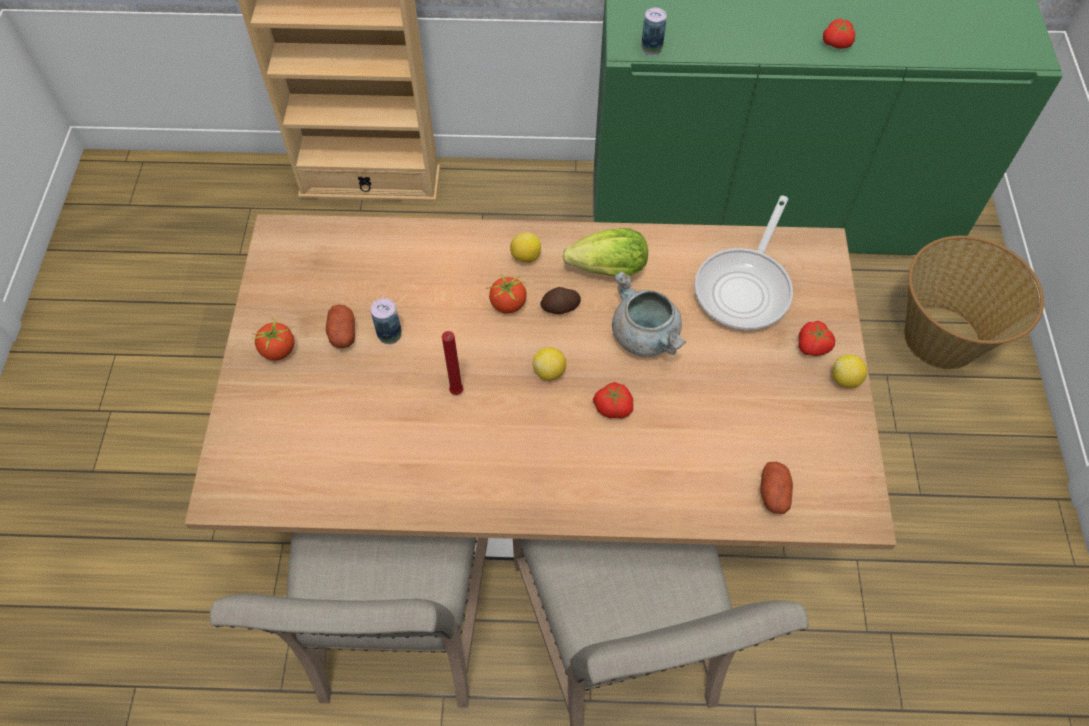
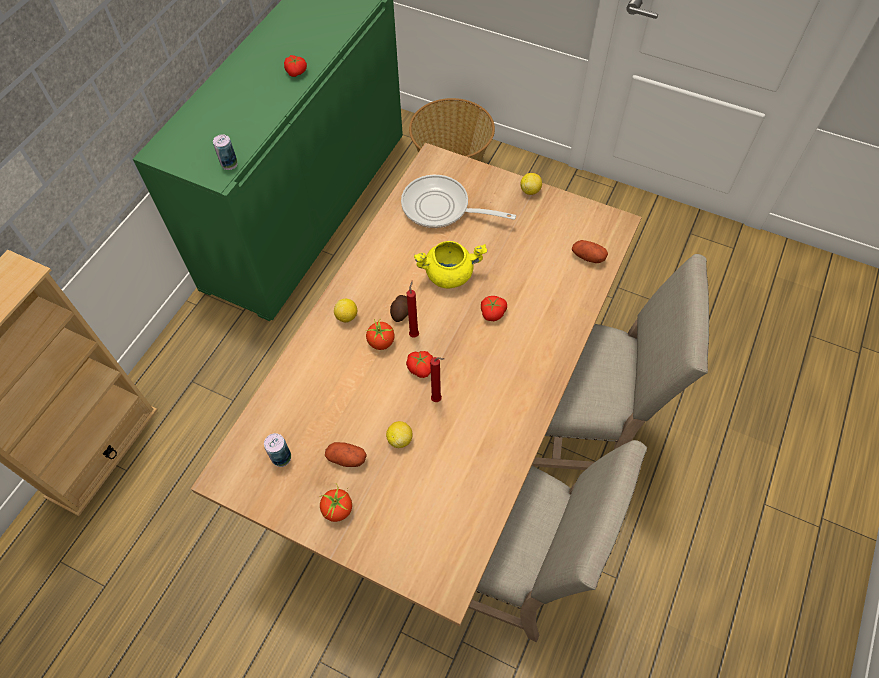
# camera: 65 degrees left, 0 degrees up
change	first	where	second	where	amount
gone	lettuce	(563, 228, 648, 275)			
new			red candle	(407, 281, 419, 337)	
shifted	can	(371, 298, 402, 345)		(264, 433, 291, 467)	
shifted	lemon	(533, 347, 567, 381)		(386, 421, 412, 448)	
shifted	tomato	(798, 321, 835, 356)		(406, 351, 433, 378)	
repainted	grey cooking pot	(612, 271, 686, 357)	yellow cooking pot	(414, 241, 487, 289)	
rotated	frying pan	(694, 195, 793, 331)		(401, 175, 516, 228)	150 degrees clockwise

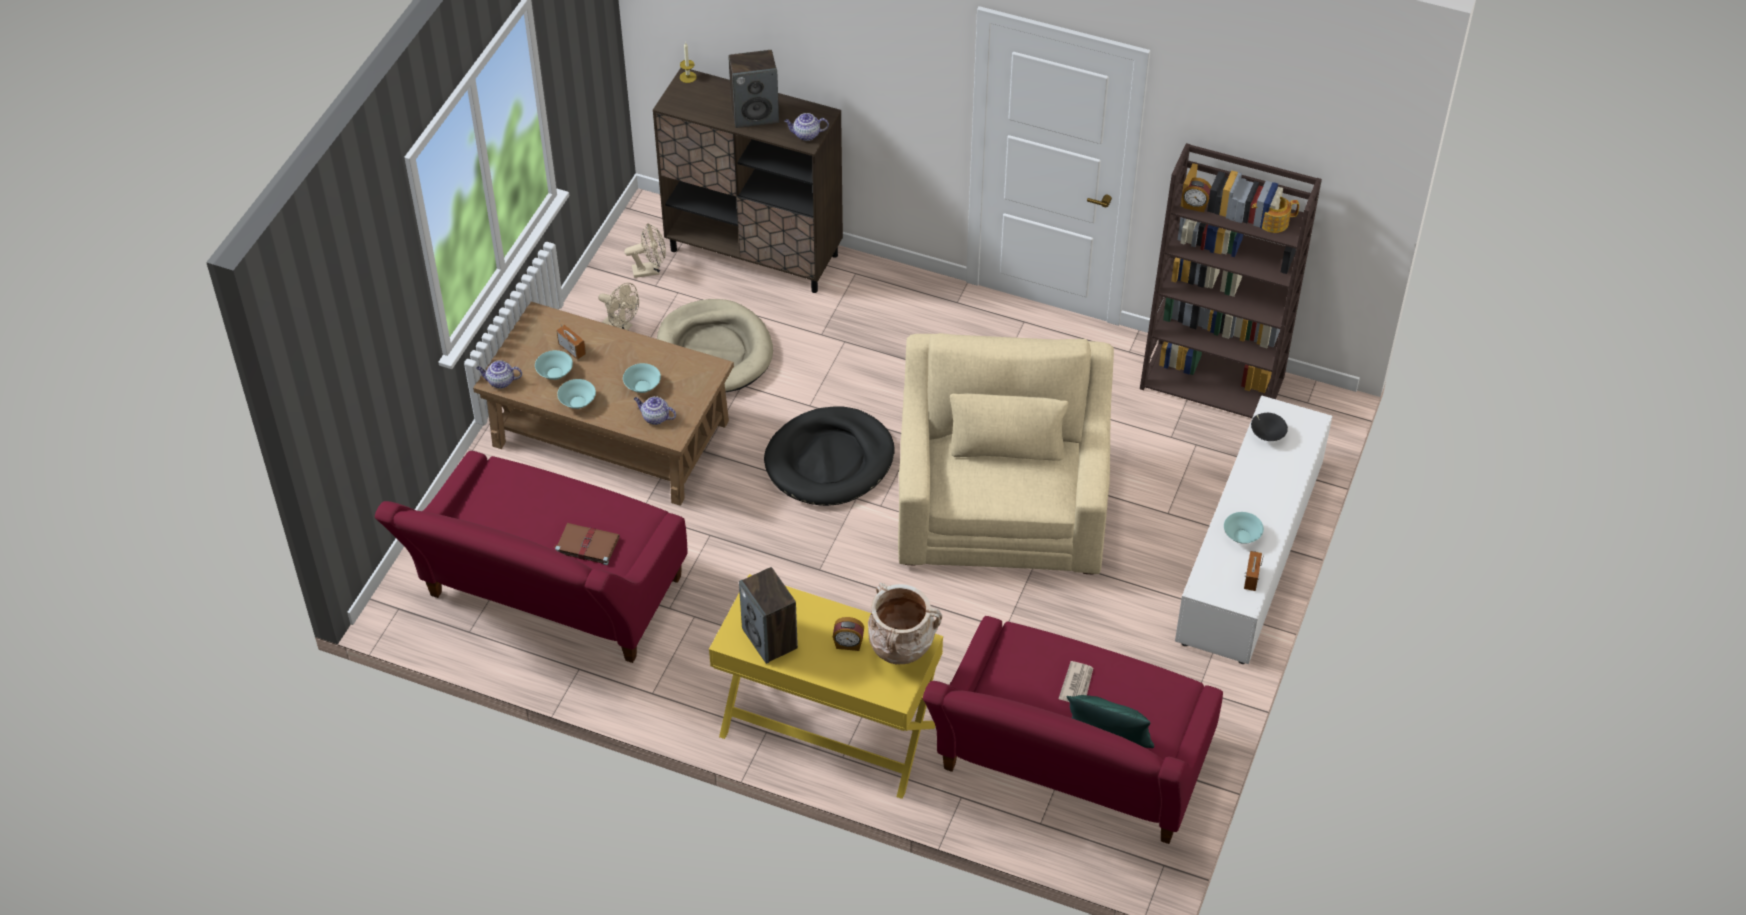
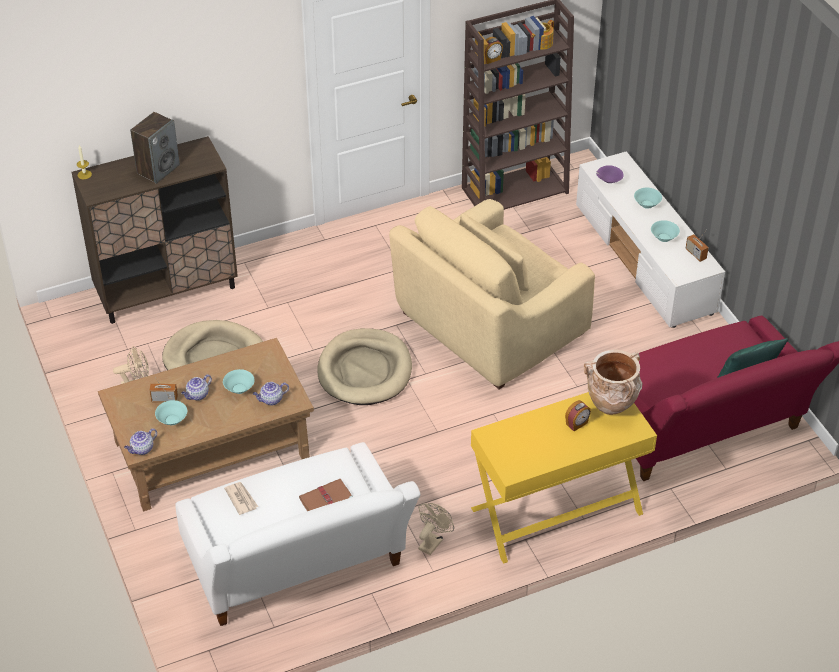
# camera: 45 degrees left, 5 degrees down
change	first	where	second	where	amount
gone	speaker	(739, 567, 798, 664)			
shifted	turquoise bowl	(557, 379, 596, 409)		(634, 188, 662, 209)	
shifted	beige fan	(624, 223, 666, 278)		(418, 503, 454, 555)	
shifted	teapot	(784, 113, 829, 141)		(181, 374, 212, 401)	
shifted	newspaper	(1058, 661, 1093, 702)		(224, 482, 258, 515)	
repainted	red sofa	(375, 451, 688, 663)	white sofa	(175, 442, 420, 626)	
repainted	black dog bed	(764, 406, 894, 506)	beige dog bed	(317, 328, 412, 405)	
repainted	black bowl	(1251, 413, 1288, 441)	purple bowl	(596, 165, 624, 183)	
rotated	beige armchair	(898, 333, 1114, 574)		(389, 199, 595, 390)	90 degrees counterclockwise

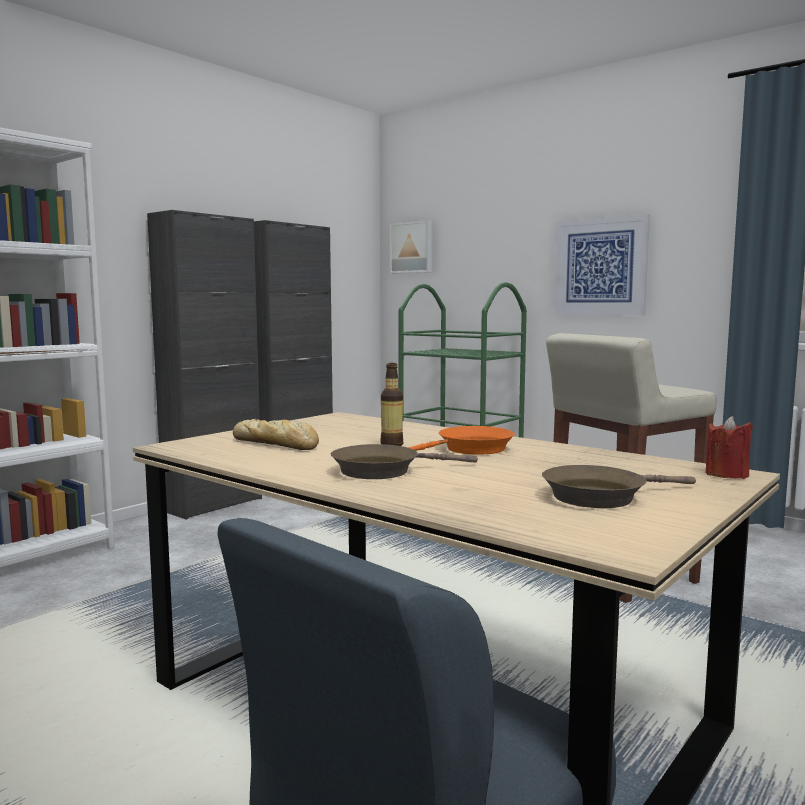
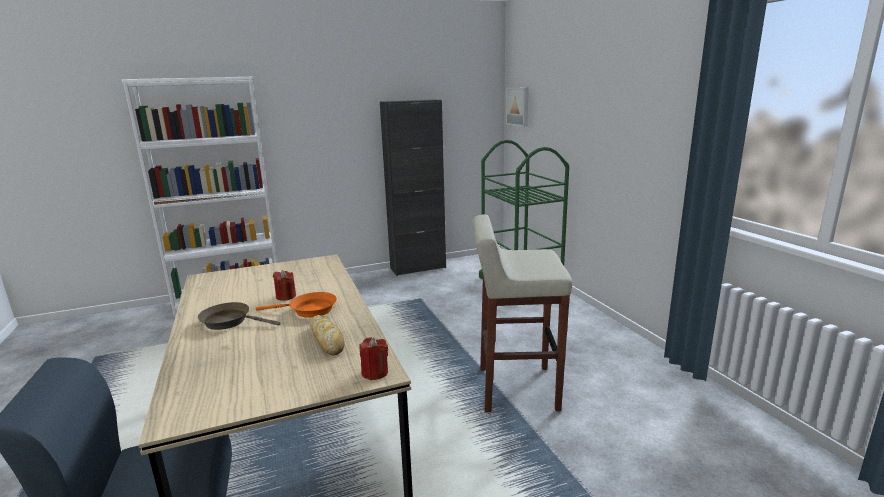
# camera: 30 degrees right, 10 degrees up
change	first	where	second	where	amount
gone	black cabinet	(147, 210, 262, 520)			
gone	brown frying pan	(542, 465, 696, 508)			
gone	picture	(553, 214, 650, 316)			
shifted	bread	(233, 419, 319, 450)		(310, 315, 345, 355)	
swapped	bottle	(380, 363, 403, 446)	red candle	(273, 270, 296, 301)	

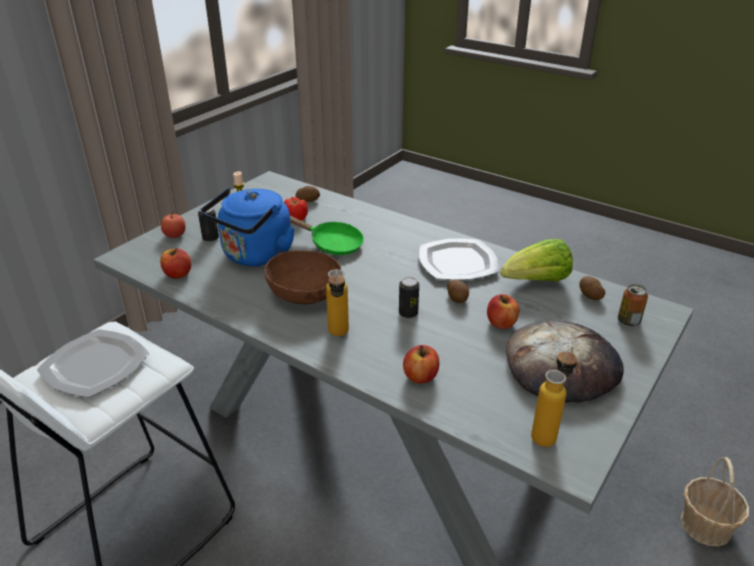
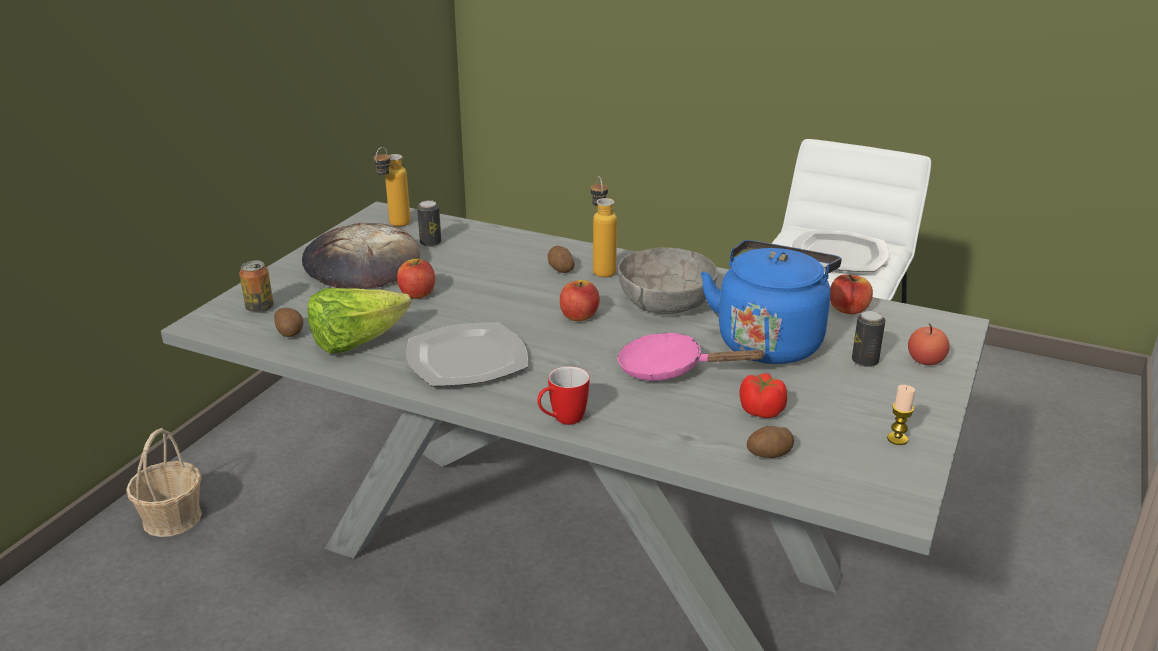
# camera: 170 degrees right, 5 degrees down
change	first	where	second	where	amount
new			mug	(537, 366, 590, 425)	
shifted	can	(399, 277, 419, 318)		(417, 200, 441, 247)	
shifted	apple	(403, 345, 439, 384)		(560, 280, 600, 321)	
shifted	potato	(447, 279, 469, 303)		(548, 246, 575, 273)	
repainted	brown bowl	(264, 250, 341, 305)	grey bowl	(618, 247, 718, 314)	
repainted	green frying pan	(290, 216, 364, 255)	pink frying pan	(617, 332, 767, 381)	

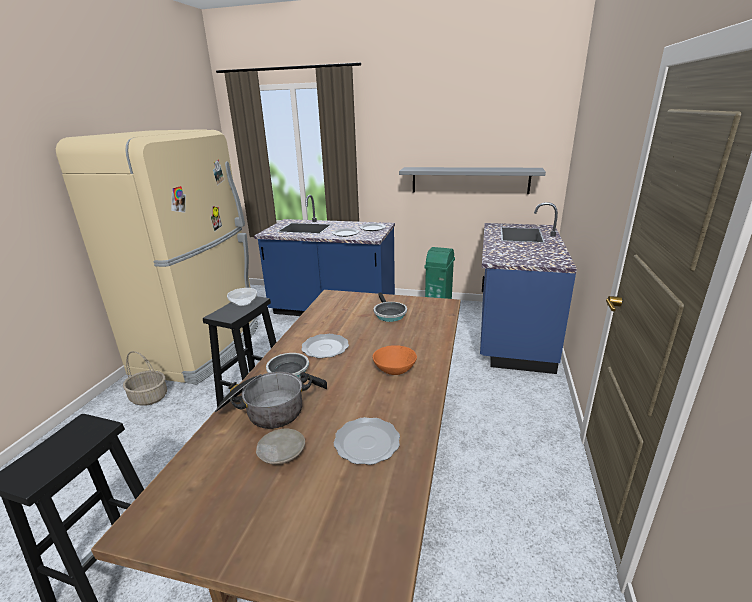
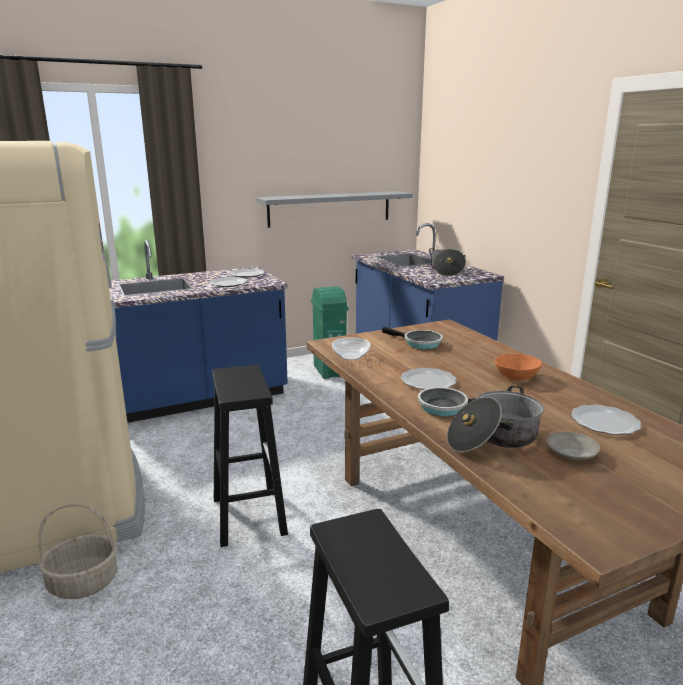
# camera: 40 degrees left, 5 degrees down
change	first	where	second	where	amount
new			cooking pot	(429, 248, 466, 276)	
shifted	bowl	(227, 288, 257, 306)		(332, 337, 371, 360)	

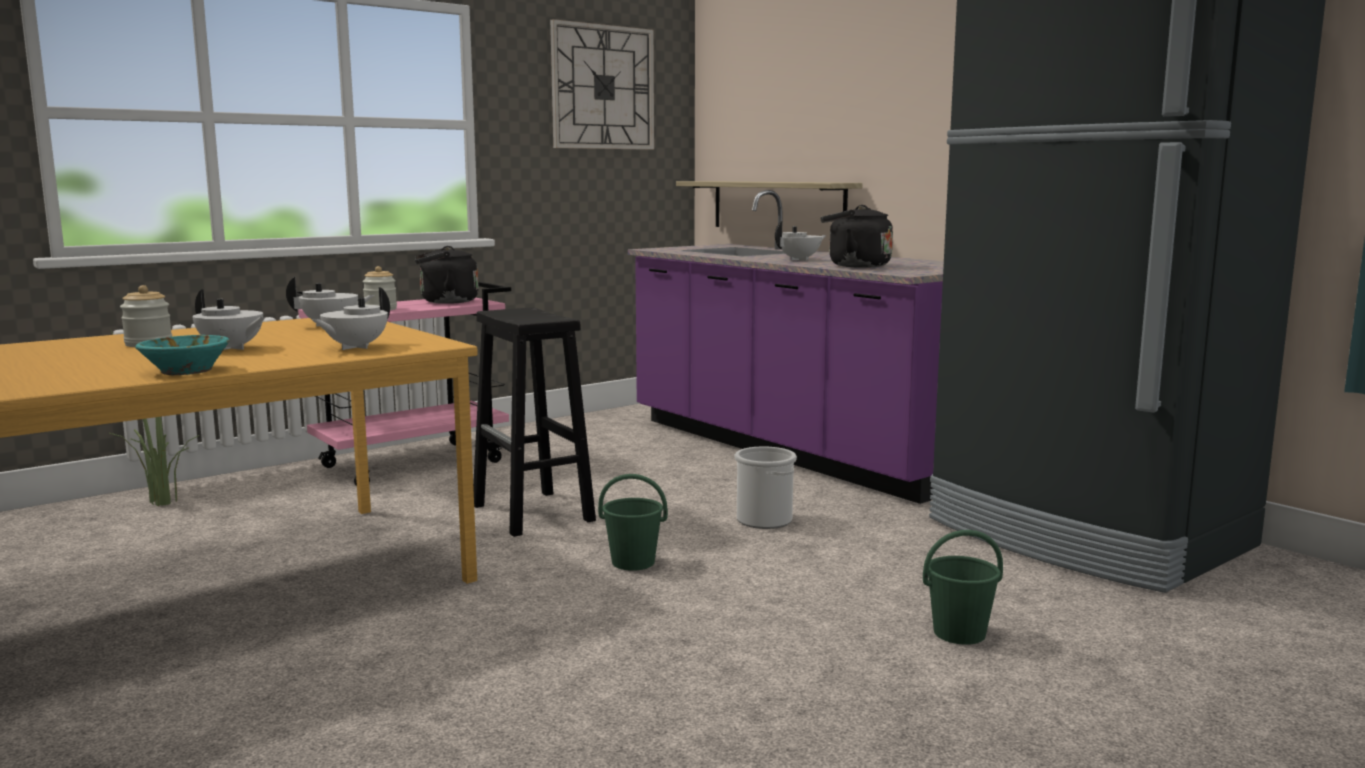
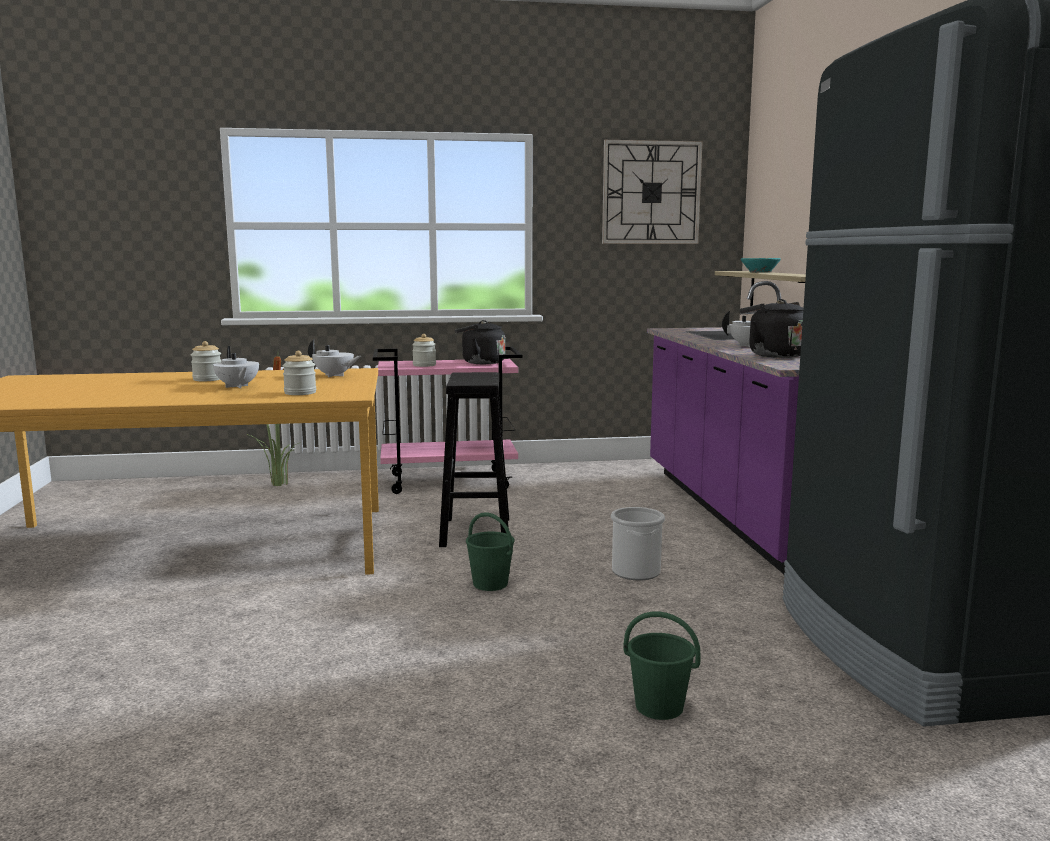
# camera: 30 degrees right, 0 degrees up
change	first	where	second	where	amount
shifted	turquoise bowl	(135, 335, 230, 375)		(741, 258, 781, 273)	
swapped	white teapot	(312, 287, 390, 350)	jar	(283, 351, 316, 395)	

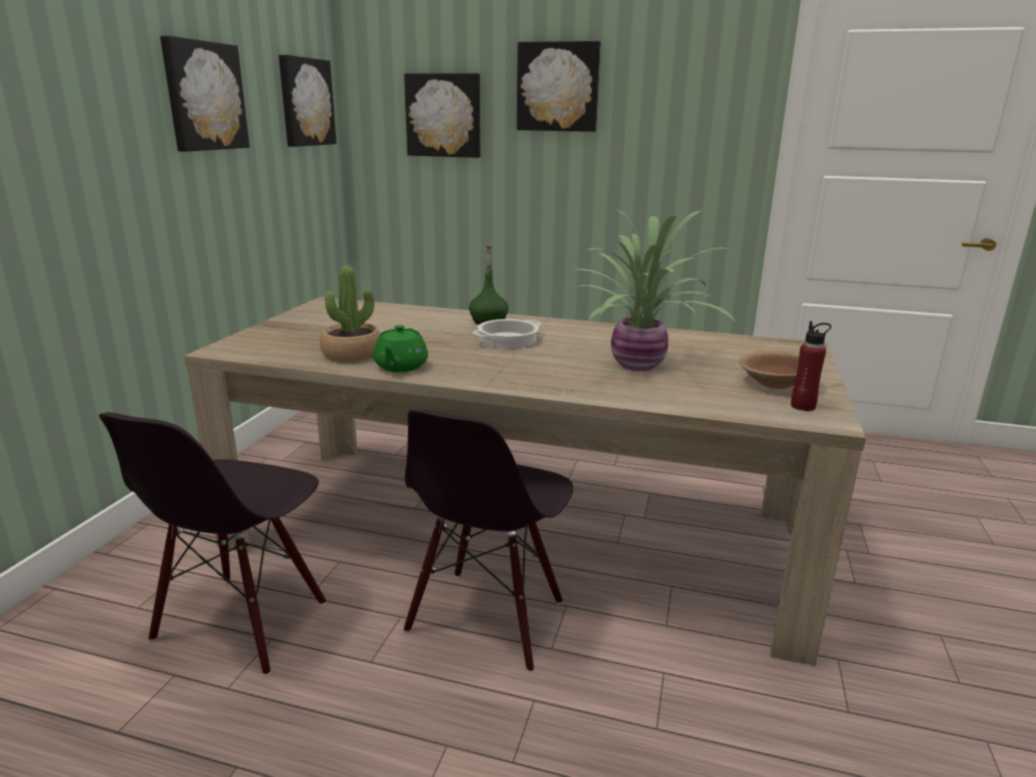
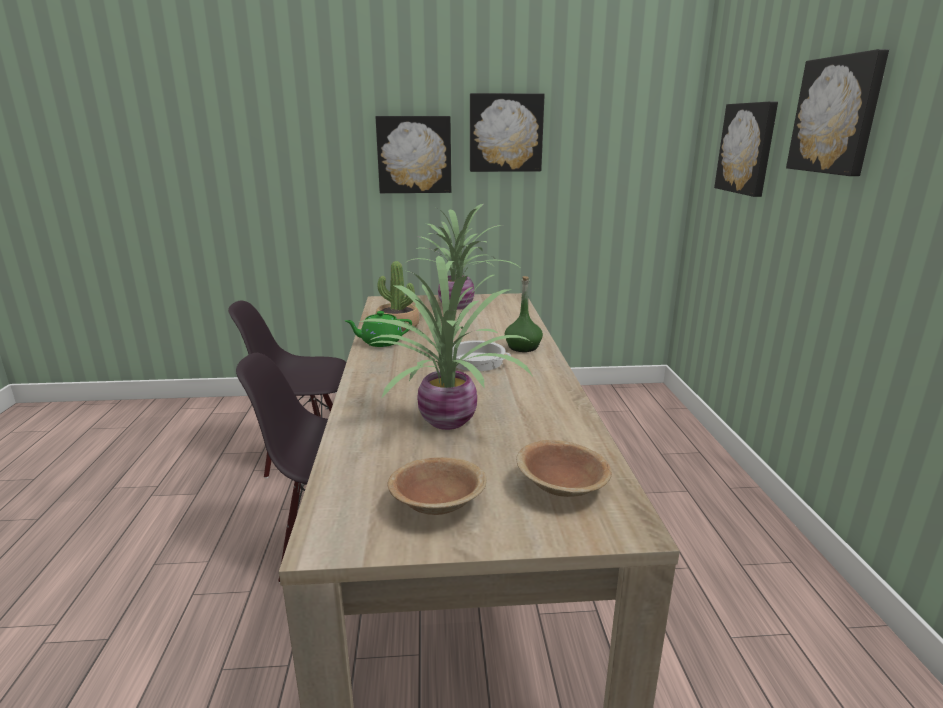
# camera: 70 degrees right, 0 degrees up
change	first	where	second	where	amount
gone	red bottle	(791, 321, 831, 411)			
new			potted plant	(404, 204, 519, 309)	
new			brown bowl	(516, 440, 612, 497)	
shifted	picture	(279, 55, 336, 147)		(376, 116, 451, 193)	

